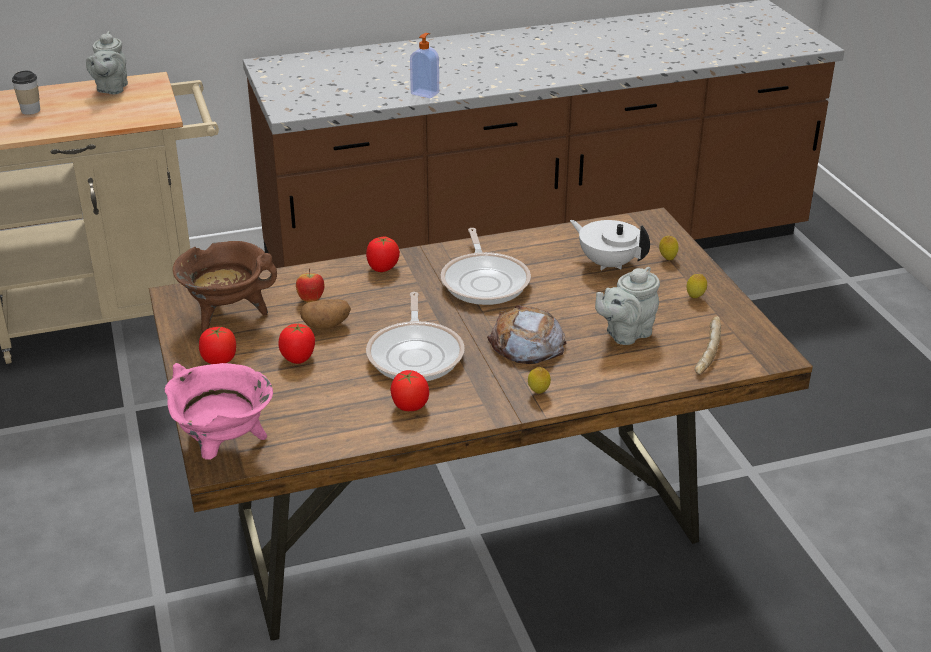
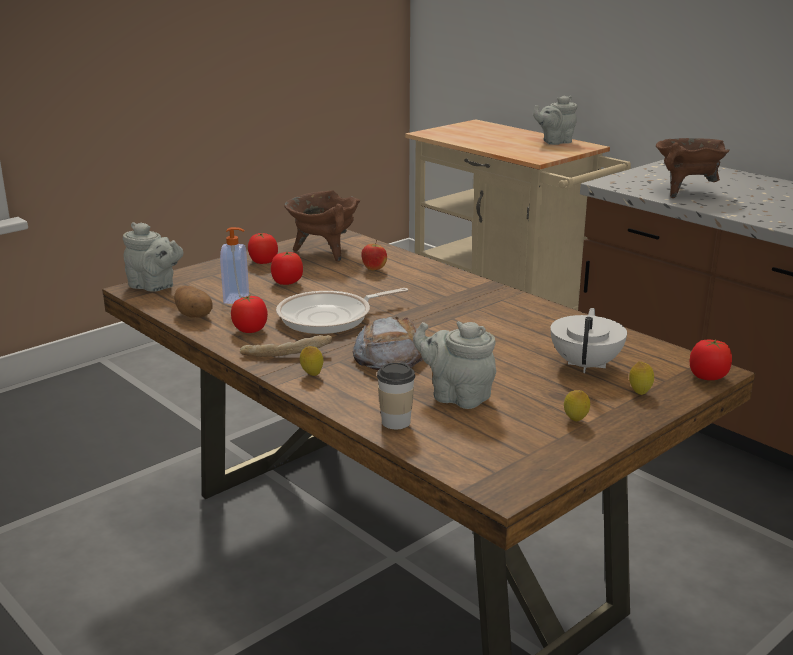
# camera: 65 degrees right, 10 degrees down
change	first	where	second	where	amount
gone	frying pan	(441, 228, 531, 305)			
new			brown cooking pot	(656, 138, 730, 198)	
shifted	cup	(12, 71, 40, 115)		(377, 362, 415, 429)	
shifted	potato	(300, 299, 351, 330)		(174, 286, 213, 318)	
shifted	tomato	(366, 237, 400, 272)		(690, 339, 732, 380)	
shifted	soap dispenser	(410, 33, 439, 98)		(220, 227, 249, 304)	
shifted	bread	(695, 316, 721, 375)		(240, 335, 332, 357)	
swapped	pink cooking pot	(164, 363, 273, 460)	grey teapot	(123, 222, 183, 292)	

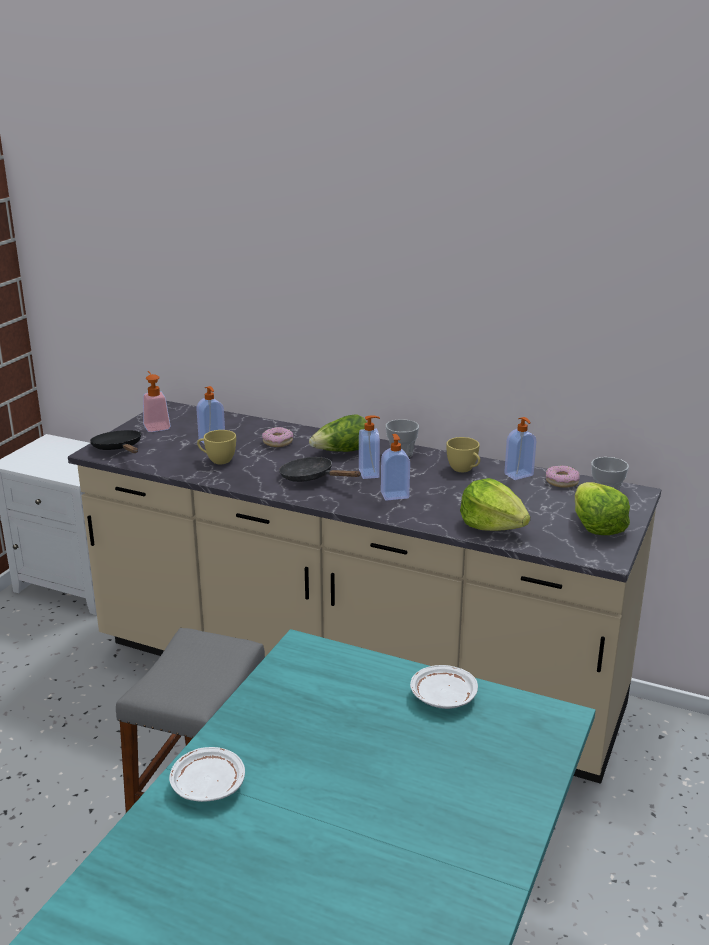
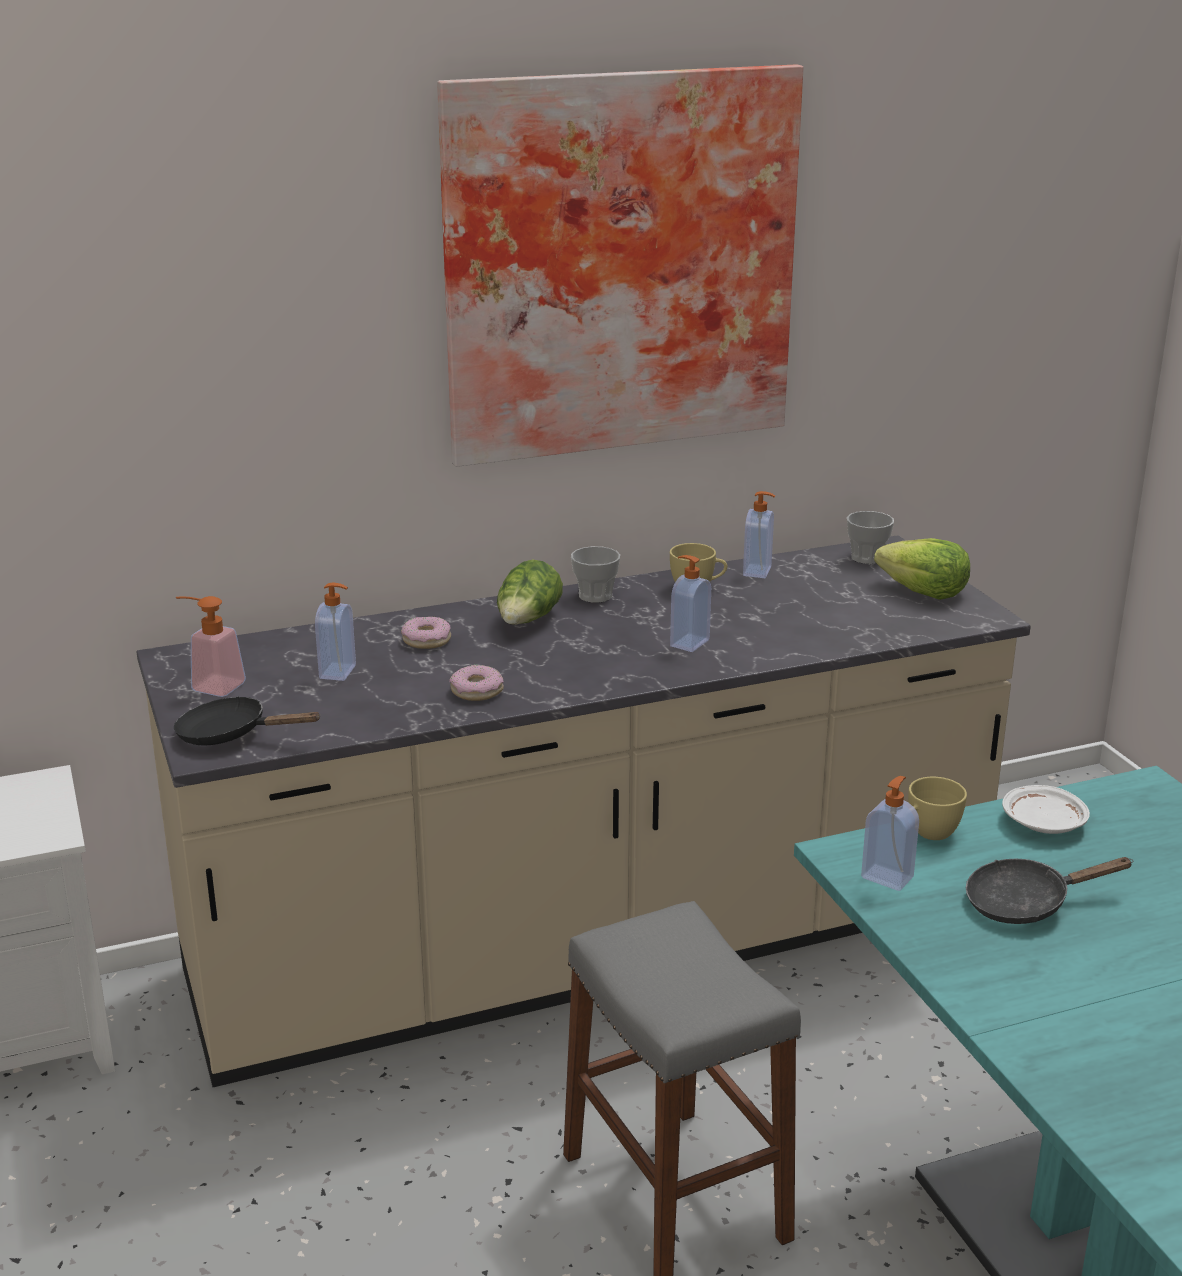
# camera: 45 degrees left, 0 degrees up
change	first	where	second	where	amount
gone	white plate	(169, 747, 245, 802)			
gone	lettuce	(460, 478, 530, 531)			
new			picture	(437, 64, 803, 467)	
shifted	yellow cup	(197, 430, 236, 464)		(908, 777, 967, 840)	
shifted	black frying pan	(279, 457, 360, 482)		(966, 857, 1133, 924)	
shifted	soap dispenser	(359, 416, 380, 479)		(861, 776, 919, 891)	
shifted	donut	(546, 466, 580, 488)		(449, 665, 504, 701)	

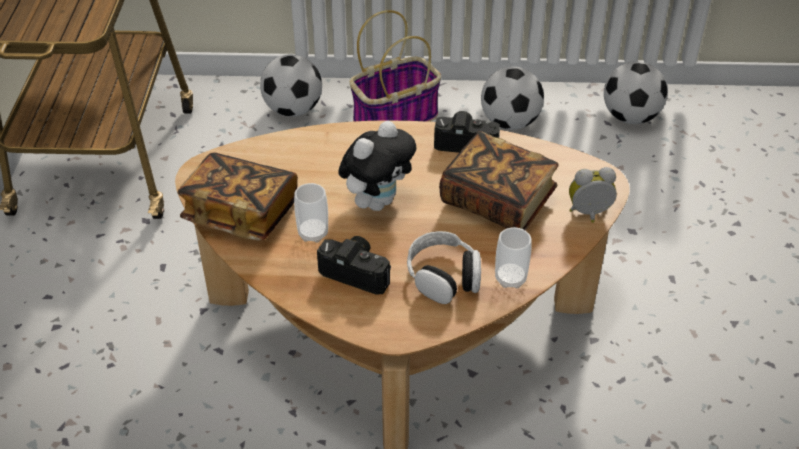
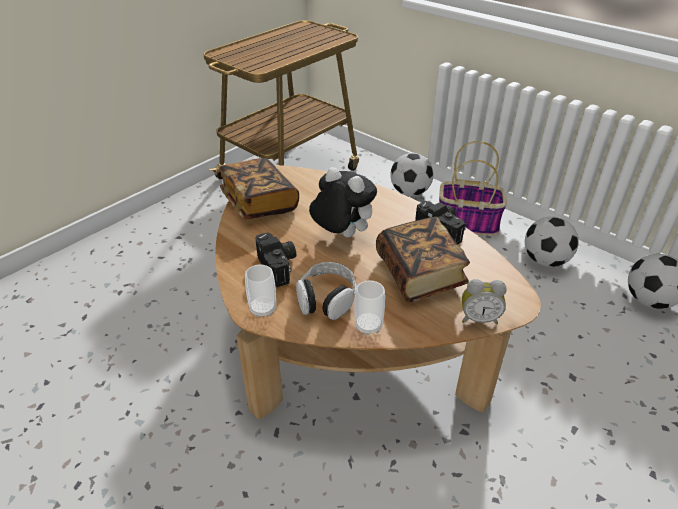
# camera: 40 degrees right, 5 degrees down
change	first	where	second	where	amount
shifted	cup	(294, 183, 328, 243)		(245, 264, 276, 318)	
rotated	plush toy	(338, 121, 416, 211)		(309, 167, 377, 237)	135 degrees counterclockwise
rotated	alarm clock	(569, 167, 617, 223)		(462, 279, 507, 324)	150 degrees clockwise

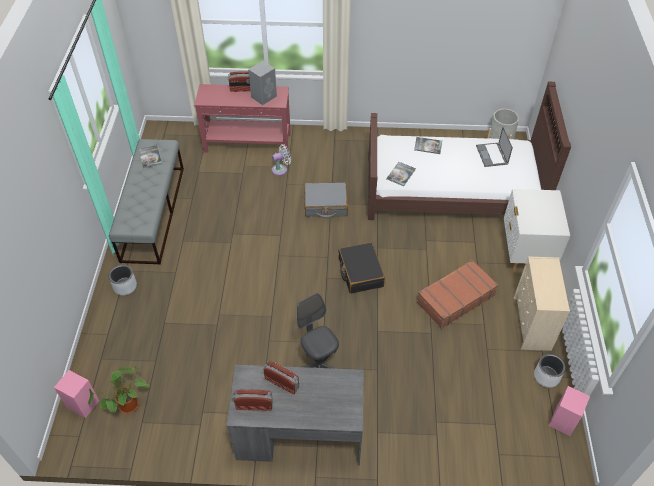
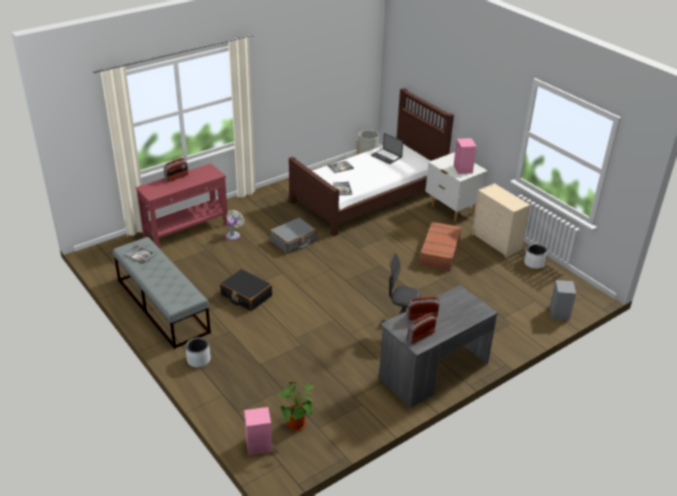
# camera: 40 degrees left, 15 degrees down
change	first	where	second	where	amount
shifted	grey speaker	(248, 61, 277, 105)		(550, 280, 576, 321)	
shifted	black suitcase	(338, 242, 385, 294)		(220, 269, 272, 311)	
shifted	pink speaker	(549, 386, 590, 436)		(454, 138, 477, 174)	

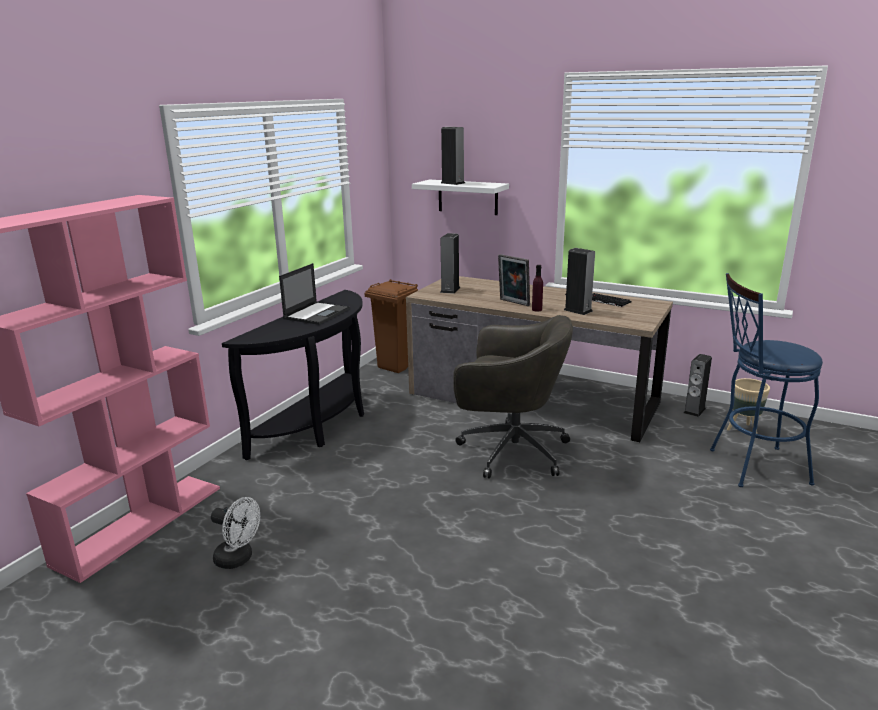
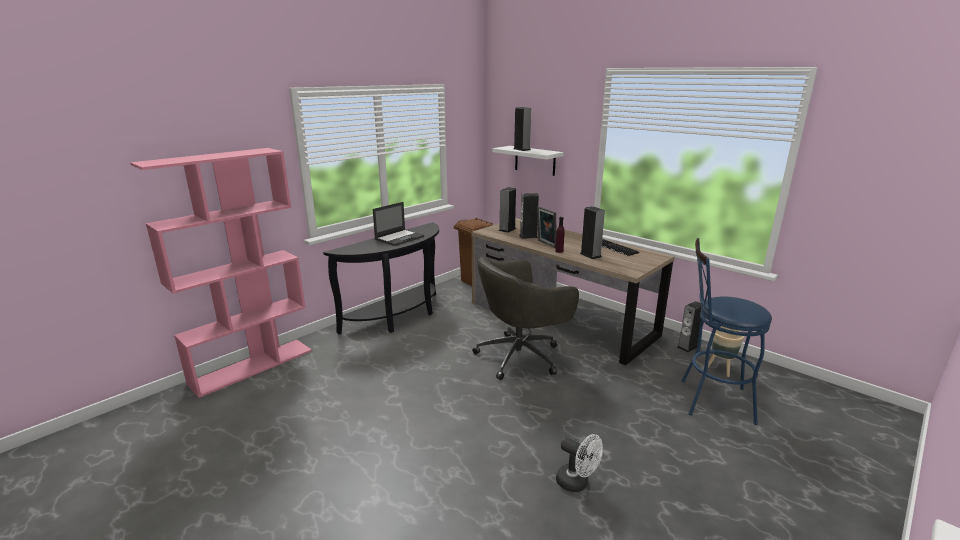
# camera: 15 degrees right, 0 degrees up
change	first	where	second	where	amount
new			speaker	(519, 193, 539, 239)	
shifted	white fan	(211, 497, 260, 569)		(556, 434, 603, 492)	
rotated	grey office chair	(453, 315, 573, 479)		(472, 257, 579, 380)	120 degrees clockwise

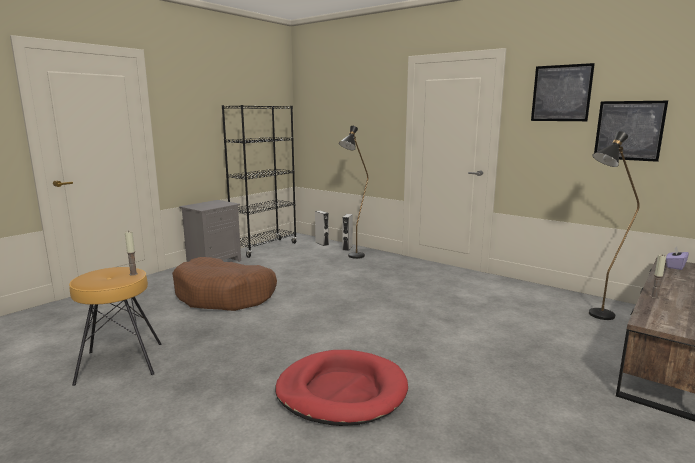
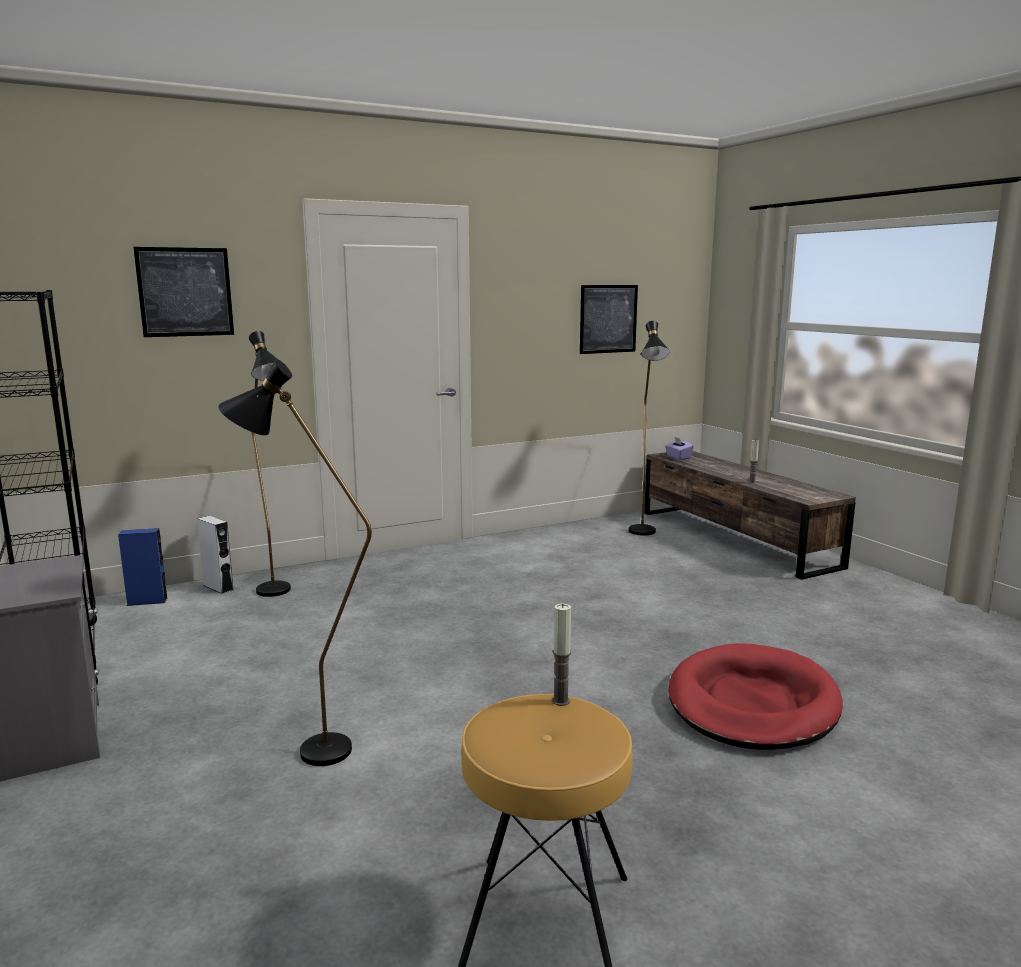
# camera: 65 degrees left, 0 degrees up
change	first	where	second	where	amount
shifted	picture	(531, 63, 595, 121)		(134, 247, 234, 337)	
swapped	brown dog bed	(172, 257, 277, 311)	black floor lamp	(218, 359, 372, 766)	
repainted	grey speaker	(315, 211, 329, 246)	blue speaker	(118, 528, 168, 606)	

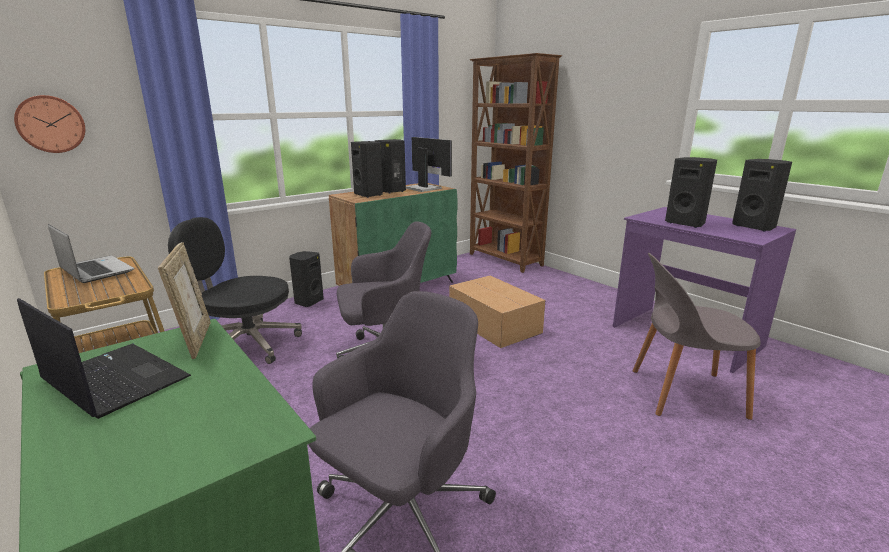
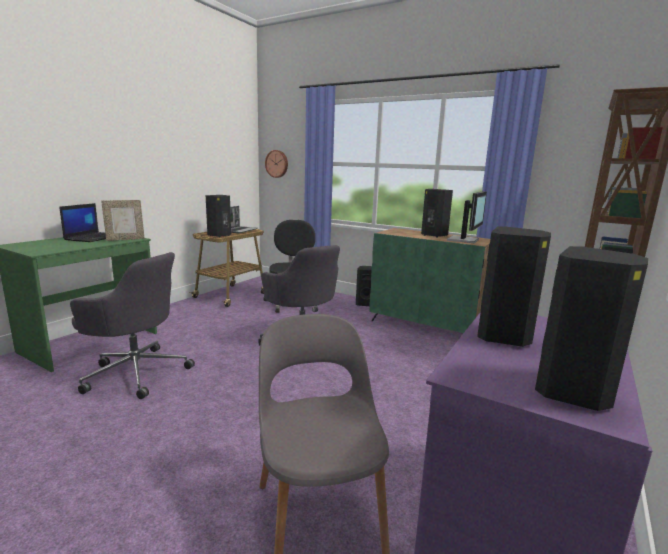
# camera: 70 degrees right, 5 degrees down
change	first	where	second	where	amount
gone	cardboard box	(449, 276, 545, 348)			
shifted	black speaker	(351, 141, 383, 198)		(206, 195, 231, 237)	

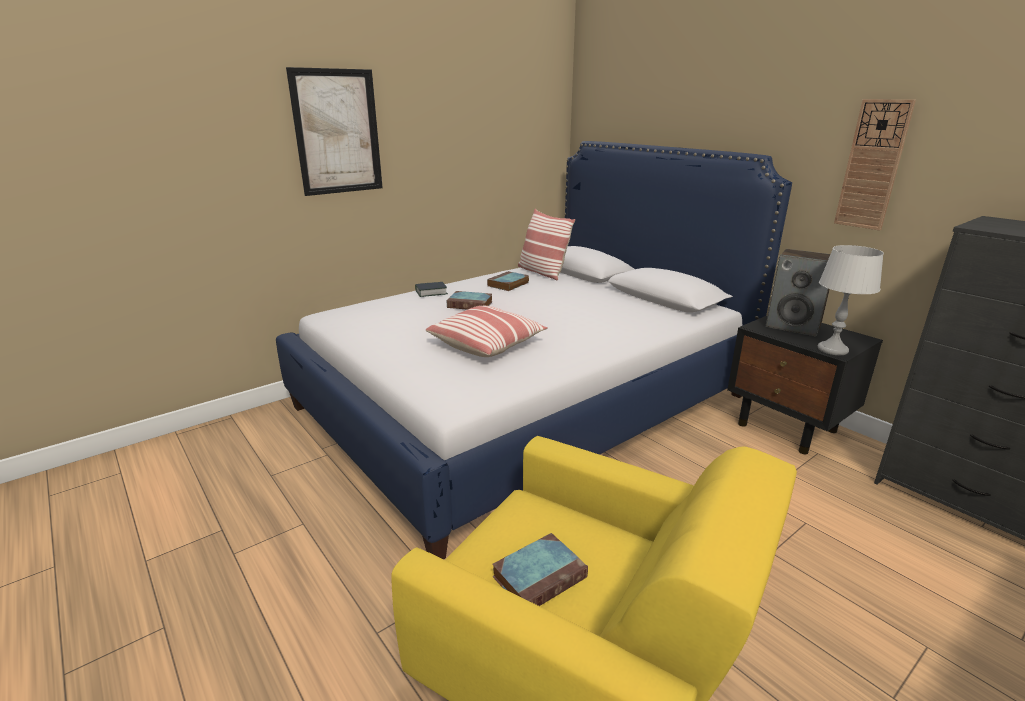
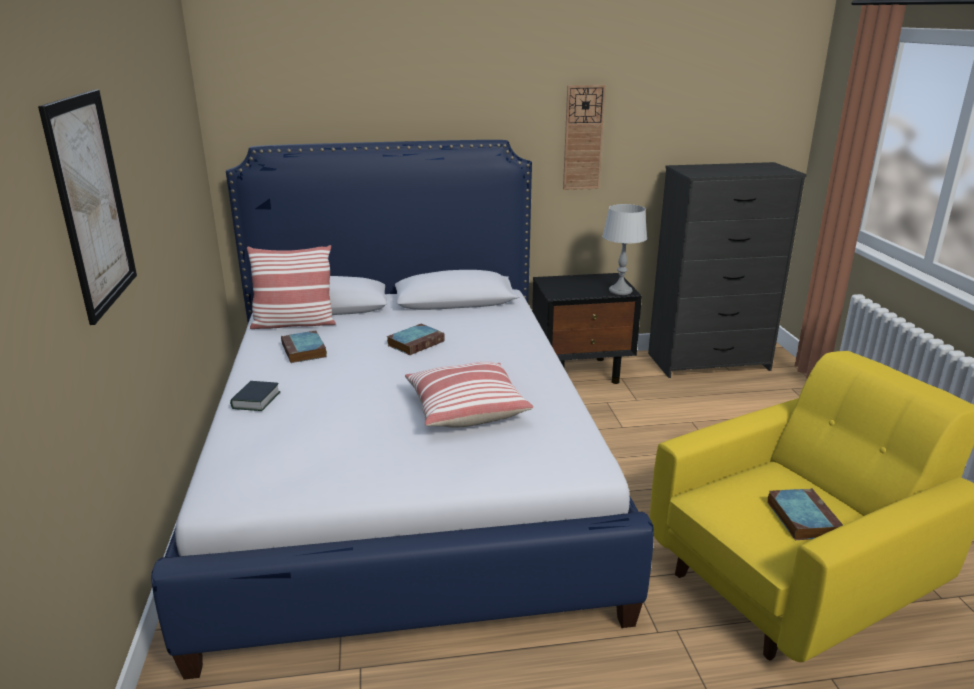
# camera: 60 degrees left, 0 degrees up
change	first	where	second	where	amount
gone	speaker	(766, 249, 830, 336)			
shifted	book	(447, 291, 493, 310)		(387, 324, 445, 355)	

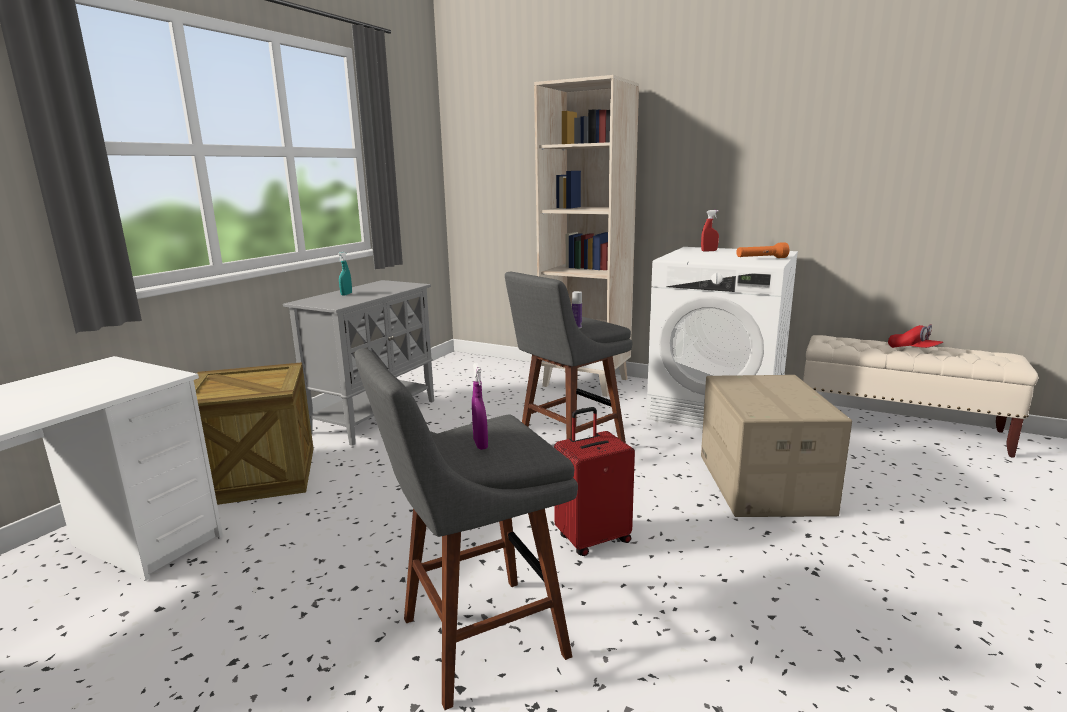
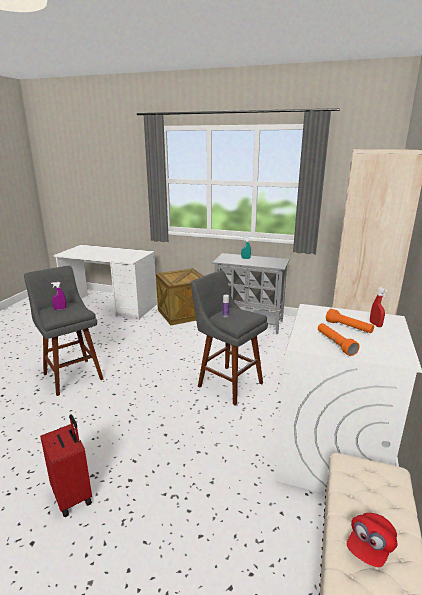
# camera: 80 degrees right, 5 degrees up
change	first	where	second	where	amount
gone	cardboard box	(701, 375, 852, 517)			
new			orange flashlight	(326, 309, 374, 333)	
shifted	red suitcase	(554, 407, 635, 556)		(40, 415, 92, 517)	

